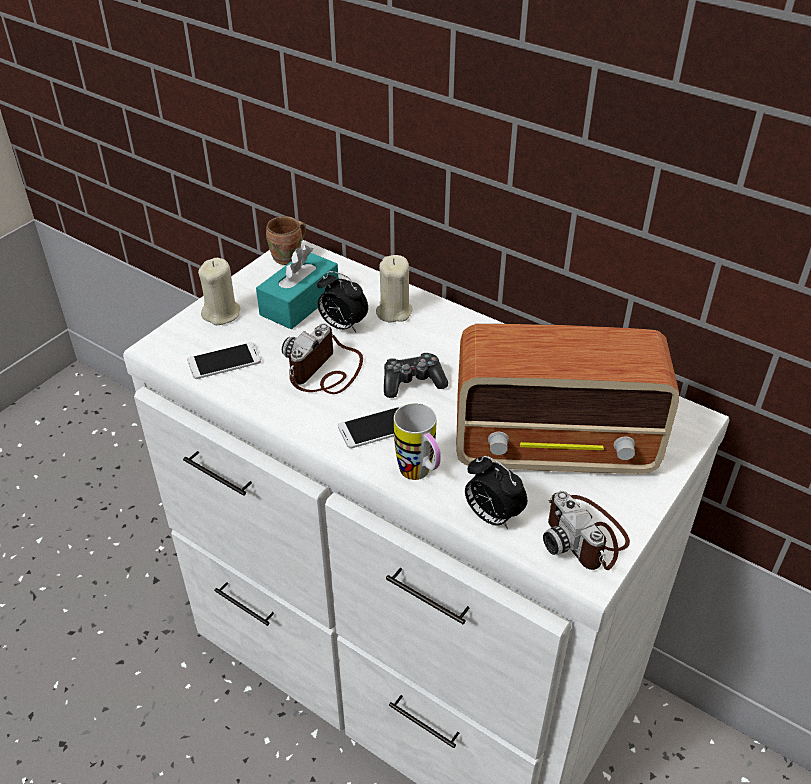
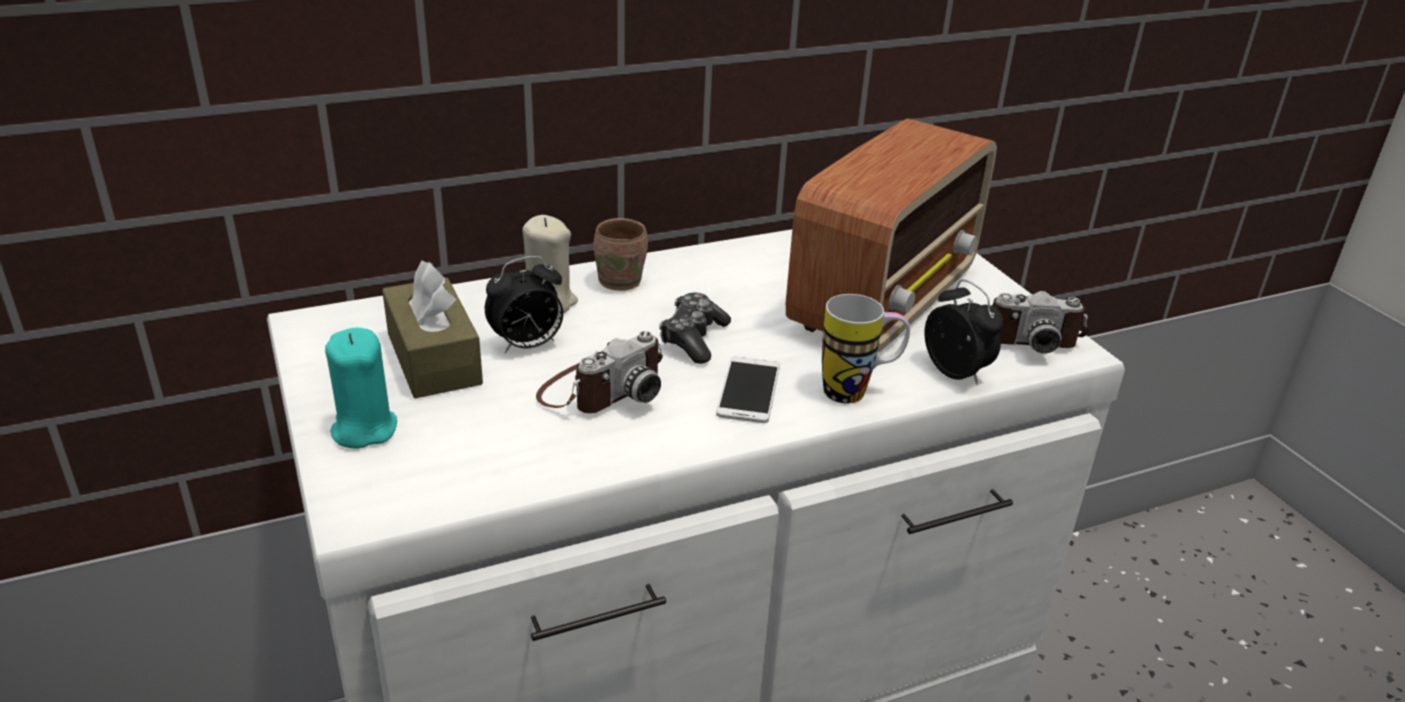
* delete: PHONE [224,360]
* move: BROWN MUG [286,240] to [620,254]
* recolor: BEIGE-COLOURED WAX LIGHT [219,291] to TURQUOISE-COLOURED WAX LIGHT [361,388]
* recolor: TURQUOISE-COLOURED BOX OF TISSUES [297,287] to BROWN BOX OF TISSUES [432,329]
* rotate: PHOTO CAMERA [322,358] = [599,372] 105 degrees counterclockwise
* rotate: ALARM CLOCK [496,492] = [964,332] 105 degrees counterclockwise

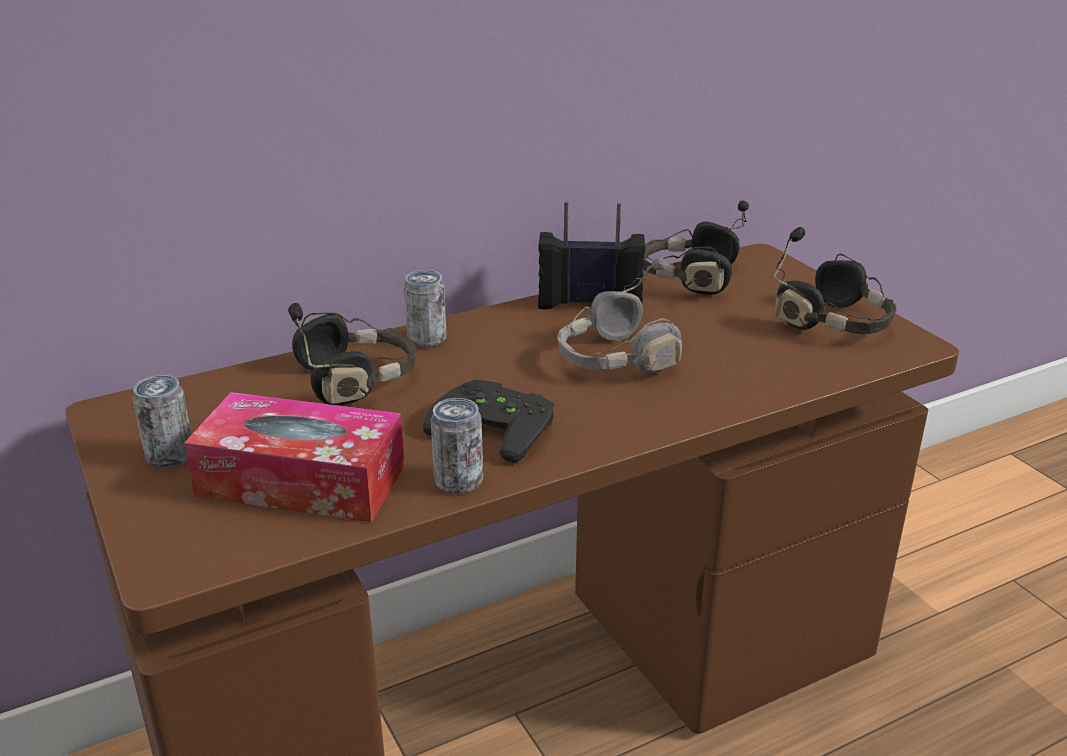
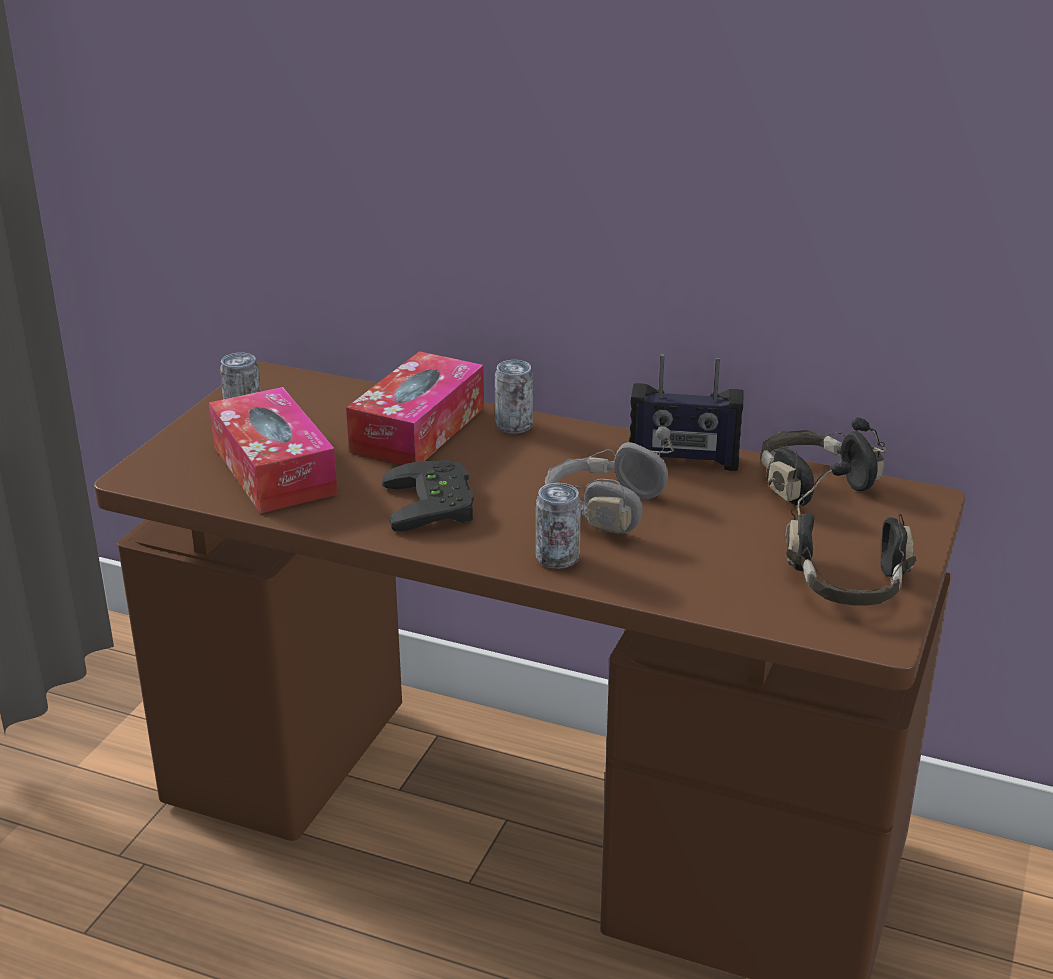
* move: METAL CAN [457,446] to [558,526]
* replace: BLACK PAIR OF HEADPHONES [352,354] to BOX OF TISSUES [415,408]
* rotate: RADIO RECEIVER [591,255] = [686,412] 135 degrees clockwise

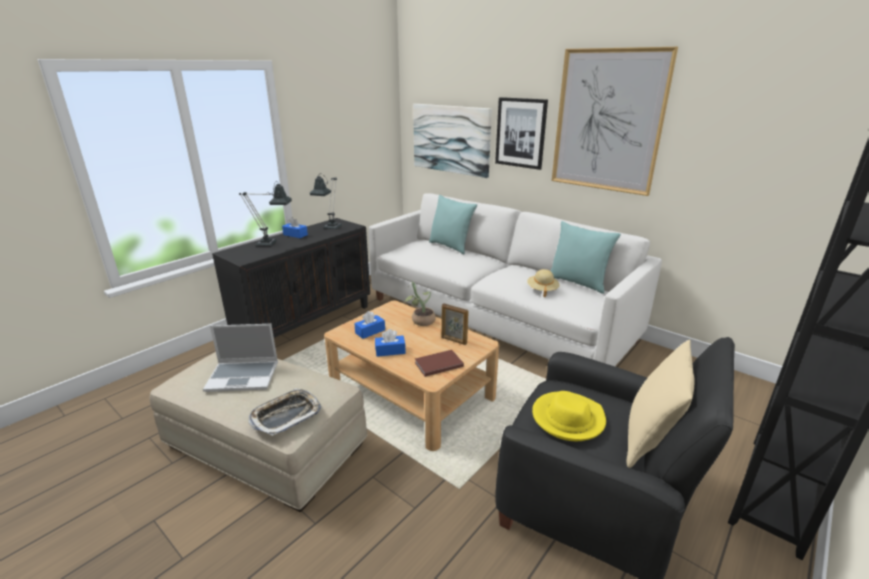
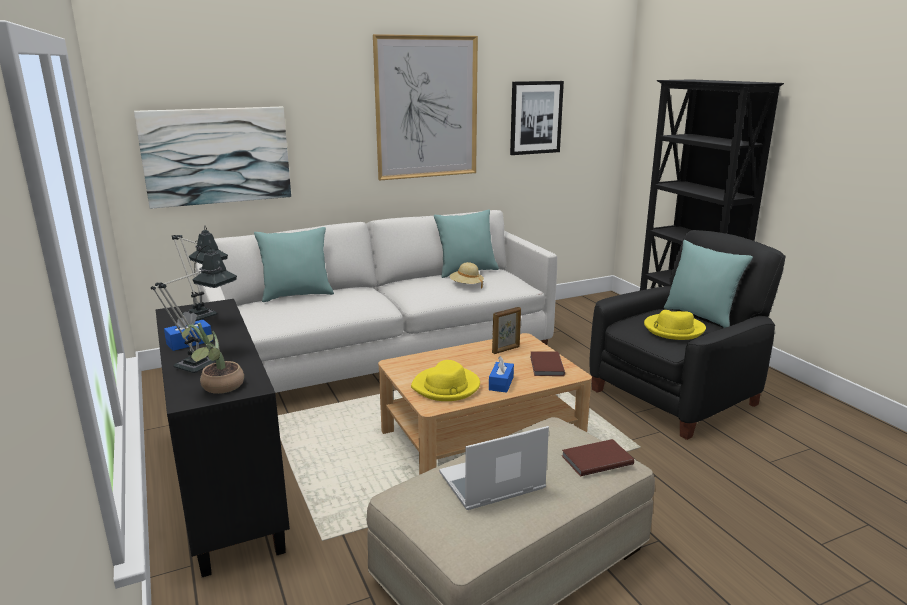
* move: POTTED PLANT [419,304] to [213,358]
* move: WALL PICTURE [521,133] to [537,118]
* replace: TRAY [285,412] to BROWN BOOK [598,457]
* replace: BLUE BOX OF TISSUES [369,325] to YELLOWISH WEARABLE HAT [445,380]
* recolor: BEIGE-COLOURED THROW PILLOW [660,404] to TURQUOISE-COLOURED THROW PILLOW [708,284]
* rotate: PORTABLE COMPUTER [240,358] = [494,468] 135 degrees counterclockwise

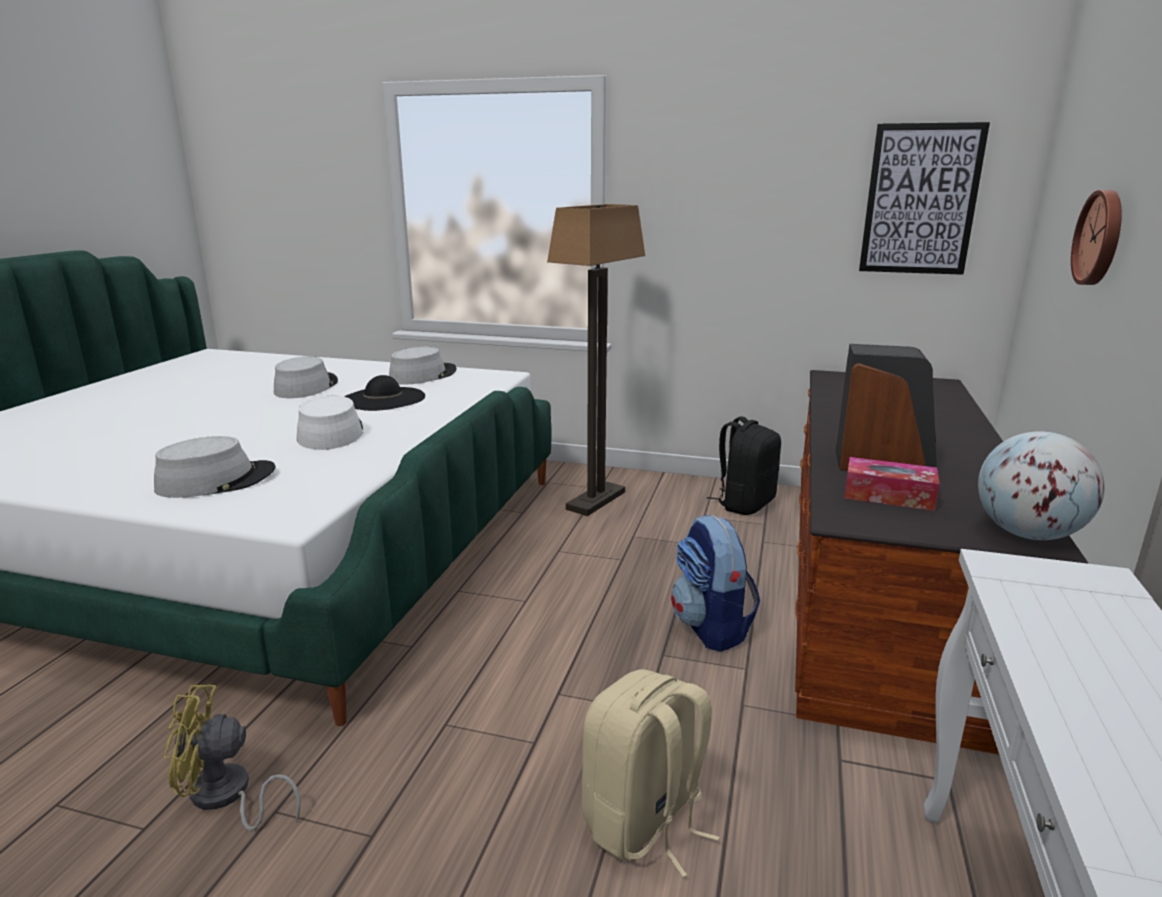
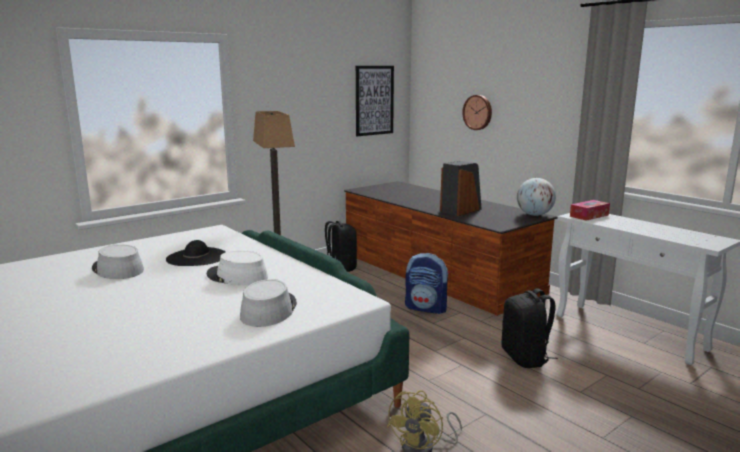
* delete: GREY WEARABLE HAT [423,365]
* move: BOX OF TISSUES [892,484] to [590,210]
* recolor: BEIGE-COLOURED BACKPACK [651,773] to BLACK BACKPACK [530,328]

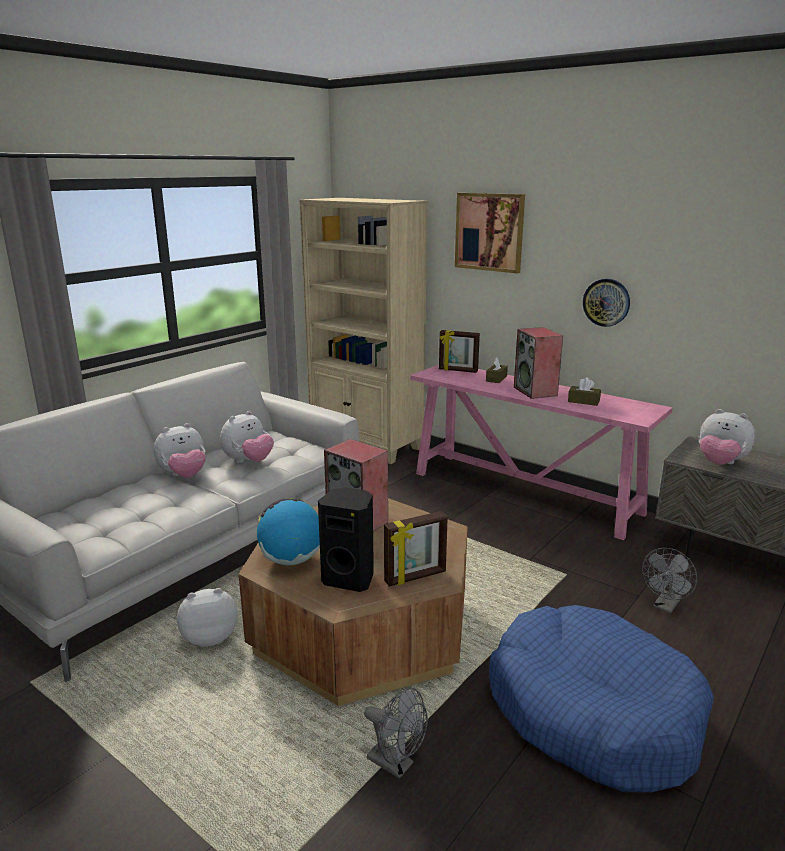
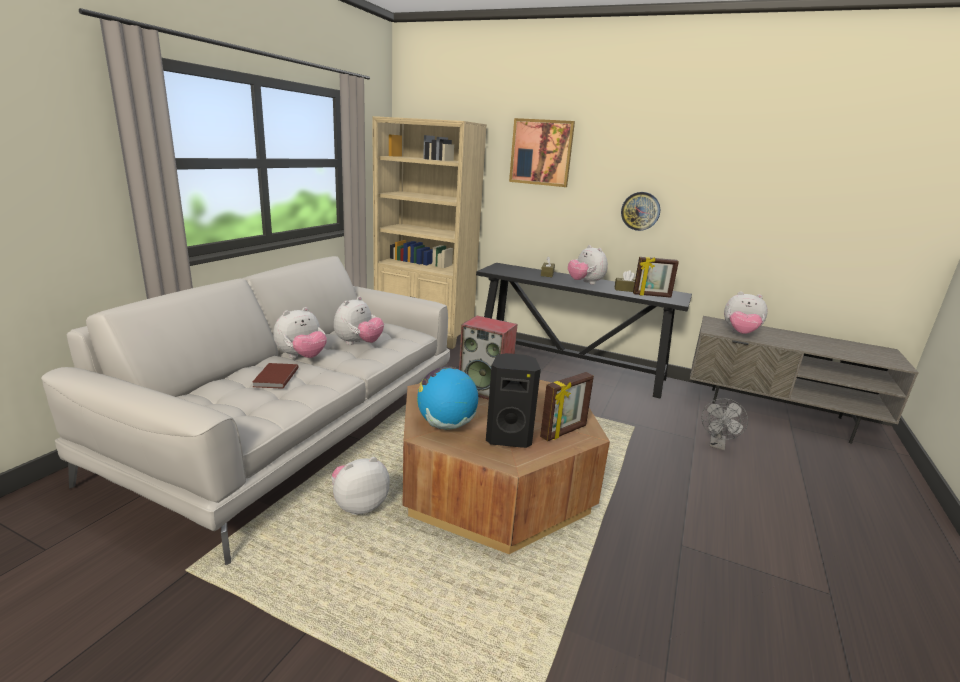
* delete: GREY ELECTRIC FAN [396,733]
* delete: BLUE DOG CUSHION [601,698]
* insert: BROWN BOOK [275,376]
* move: PHOTO FRAME [459,351] to [656,277]
* replace: SPEAKER [538,363] to CUDDLY TOY [588,265]
* recolor: PINKISH NARROW TABLE [541,452] to BLACK NARROW TABLE [584,331]

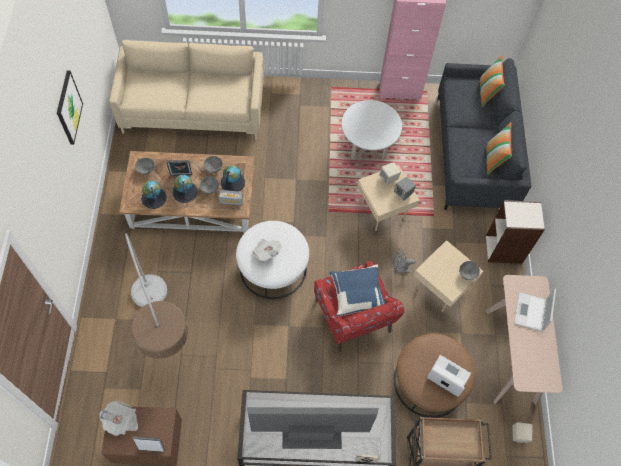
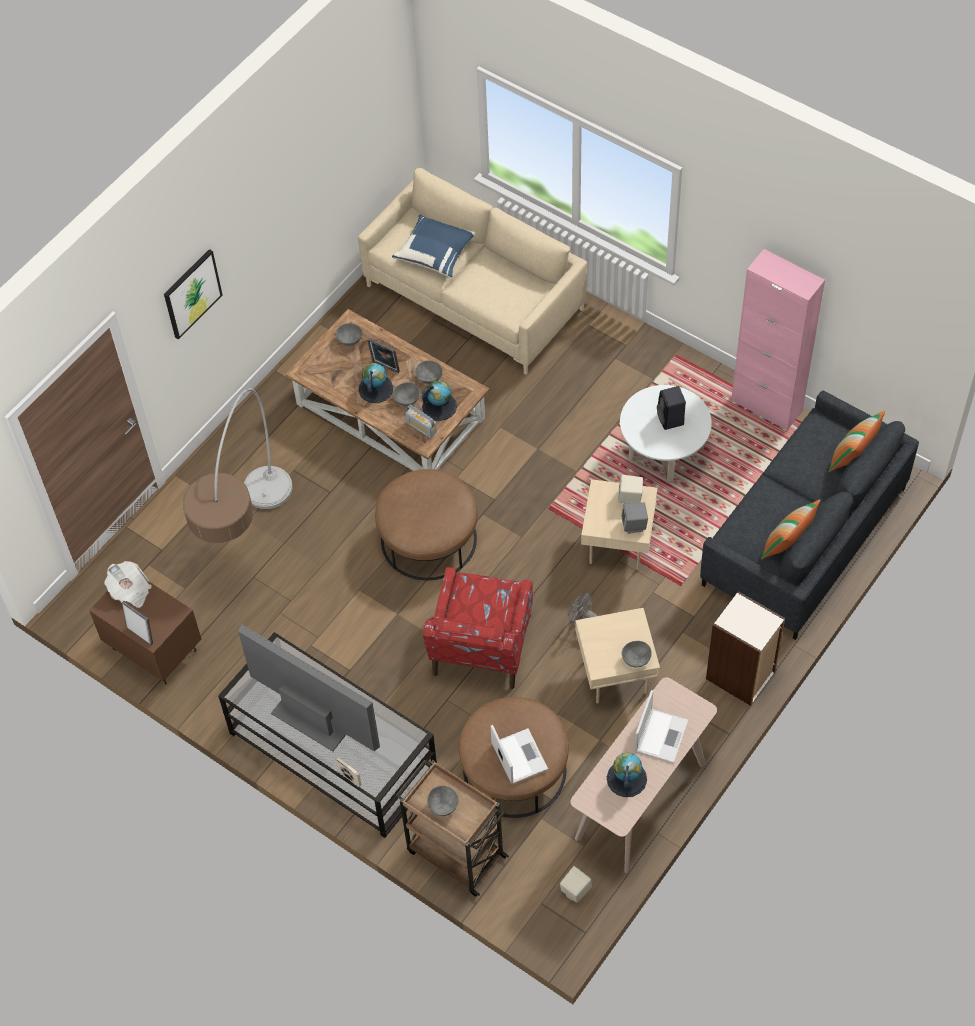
* delete: NEWSPAPER [267,250]
* insert: GREY DEEP DISH [443,801]
* insert: BLACK SPEAKER [671,408]
* move: WALL PICTURE [70,107] to [193,294]
* move: WORLD GLOBE [154,195] to [627,774]
* move: BLUE THROW PILLOW [358,291] to [434,246]
* recolor: WHITE-COLOURED FOOTREST [272,260] to BROWN FOOTREST [426,524]
* rotate: PORTABLE COMPUTER [535,310] = [662,726] 150 degrees clockwise

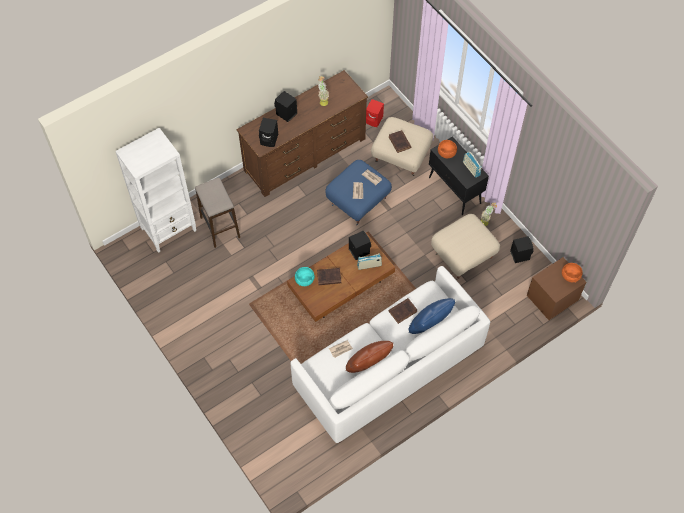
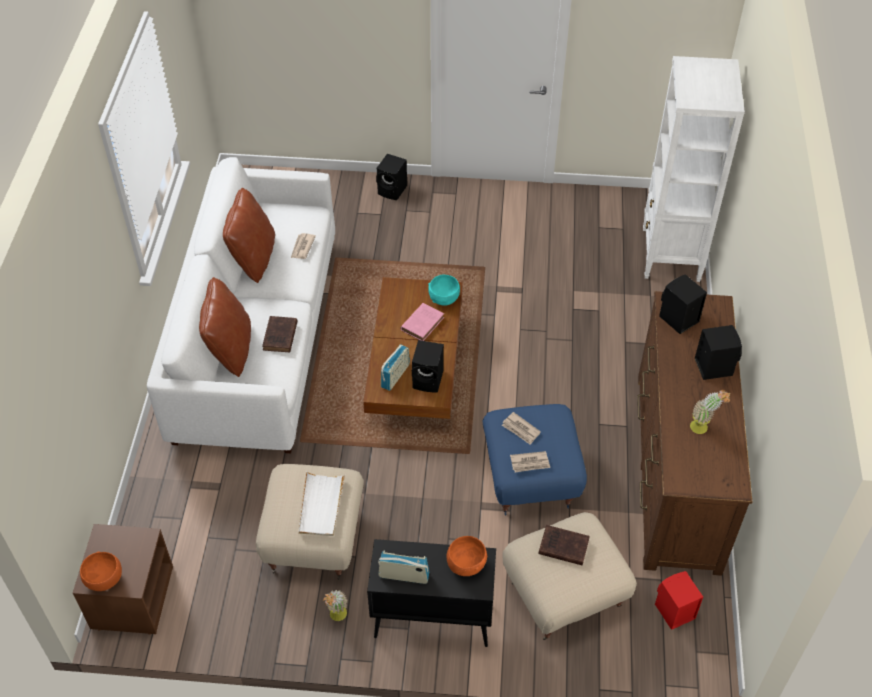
* delete: STOOL SEAT [217,213]
* insert: WHITE-COLOURED TRAY [322,504]
* move: BLACK SPEAKER [522,249] to [391,177]
* recolor: BROWN BOOK [329,276] to PINKISH BOOK [422,322]
* recolor: BLUE THROW PILLOW [432,316] to BROWN THROW PILLOW [225,327]

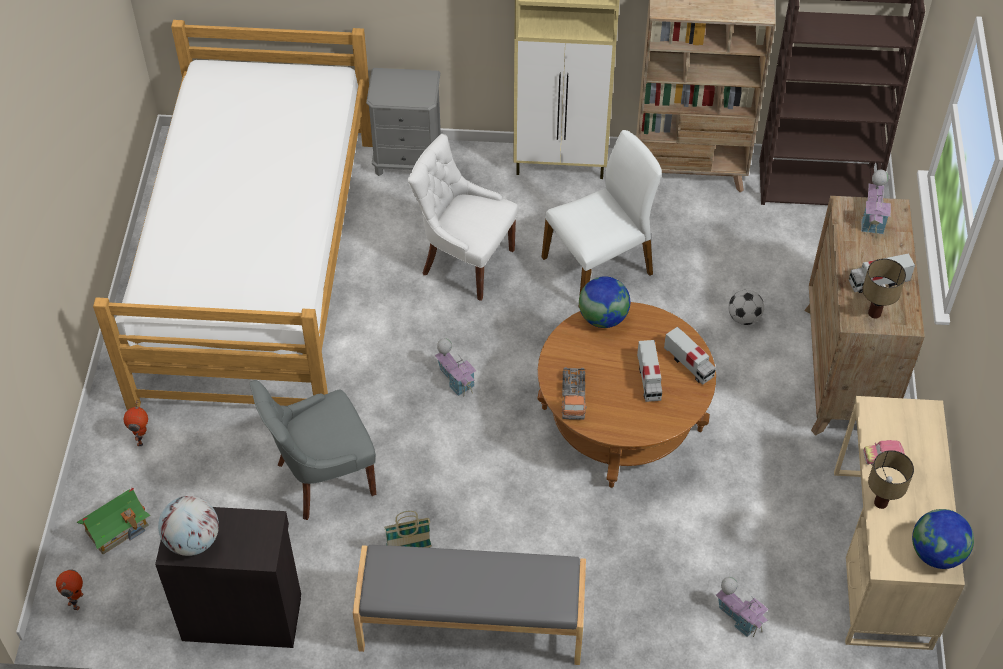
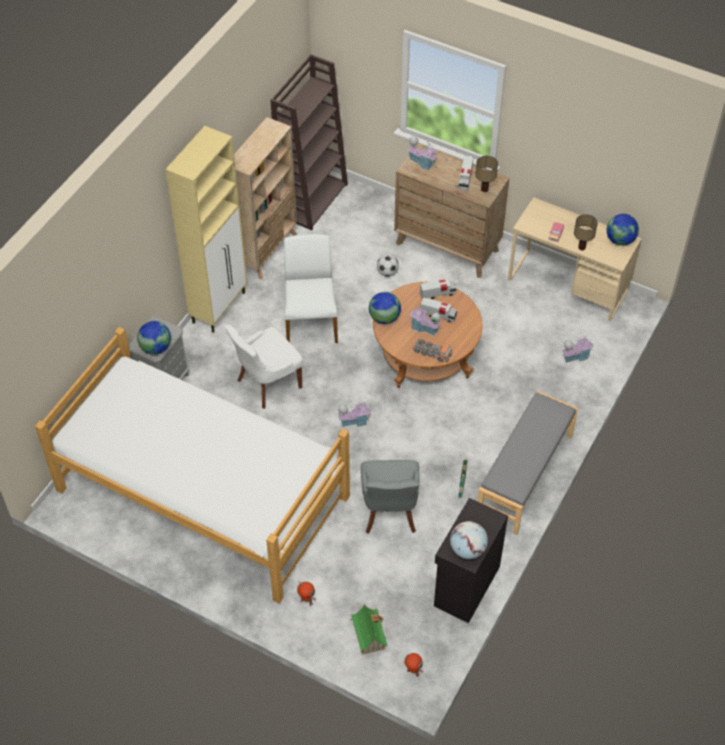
* insert: WORLD GLOBE [154,338]
* insert: TOY HOUSE [425,320]

